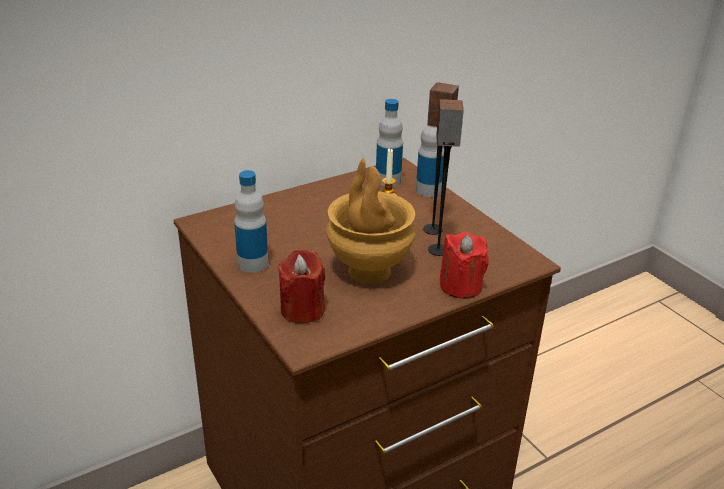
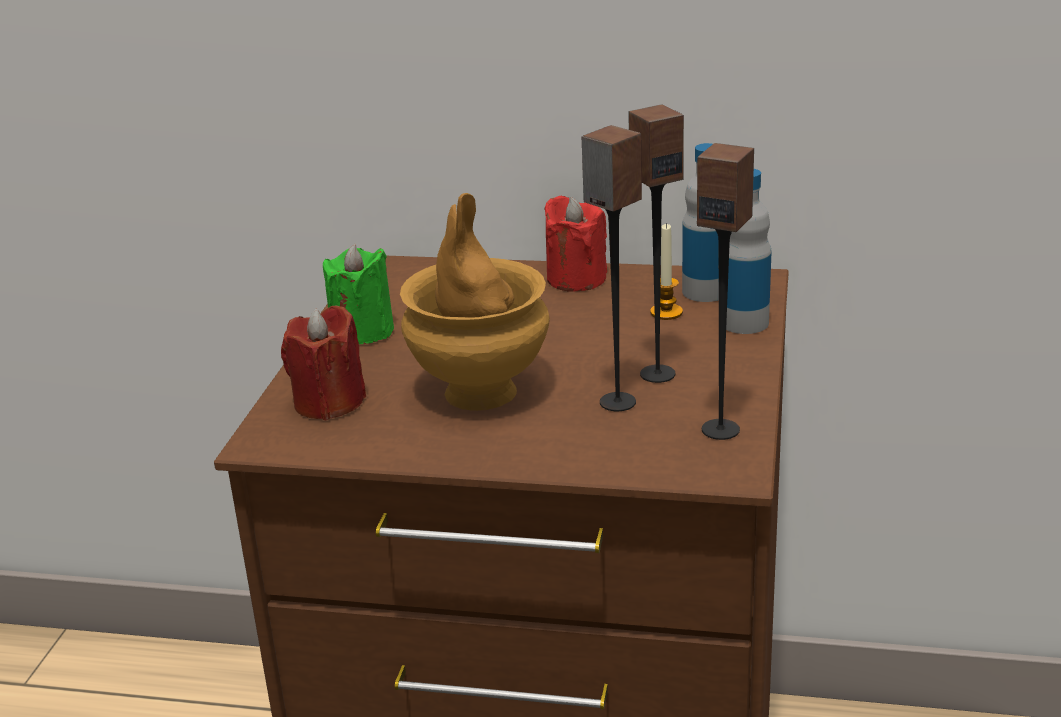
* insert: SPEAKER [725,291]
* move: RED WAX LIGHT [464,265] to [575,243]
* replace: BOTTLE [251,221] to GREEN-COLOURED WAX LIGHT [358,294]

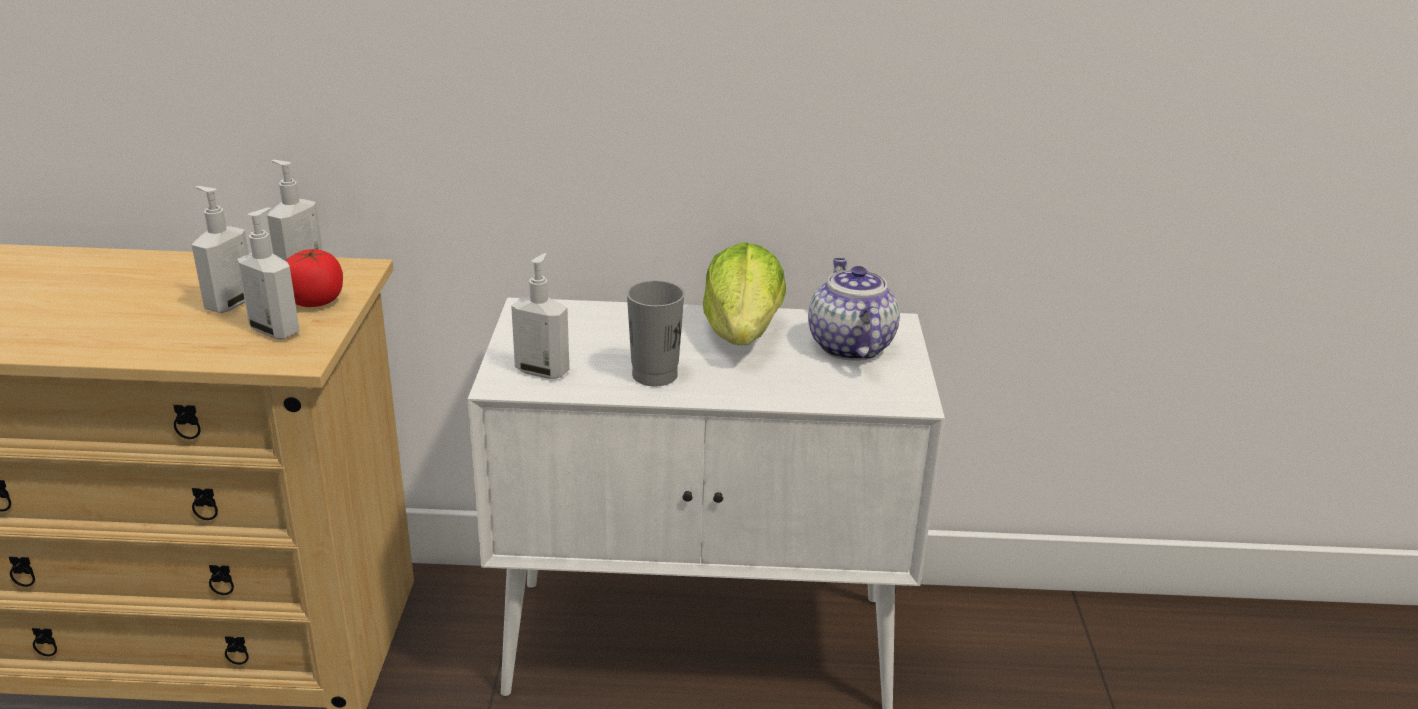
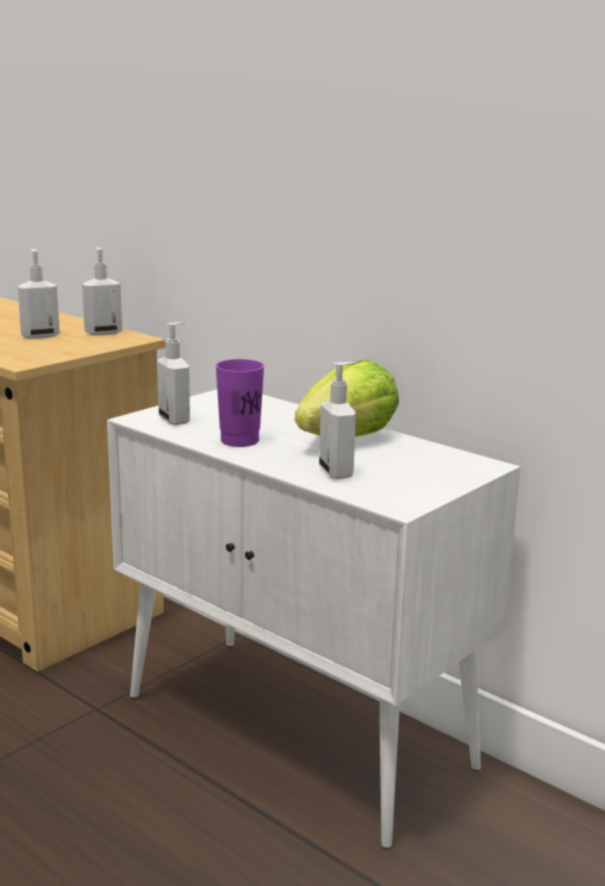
* delete: FRESH TOMATO [314,278]
* delete: TEAPOT [854,309]
* move: SOAP BOTTLE [268,273] to [337,420]
* recolor: GREY SMALL CUP [655,333] to PURPLE SMALL CUP [239,403]

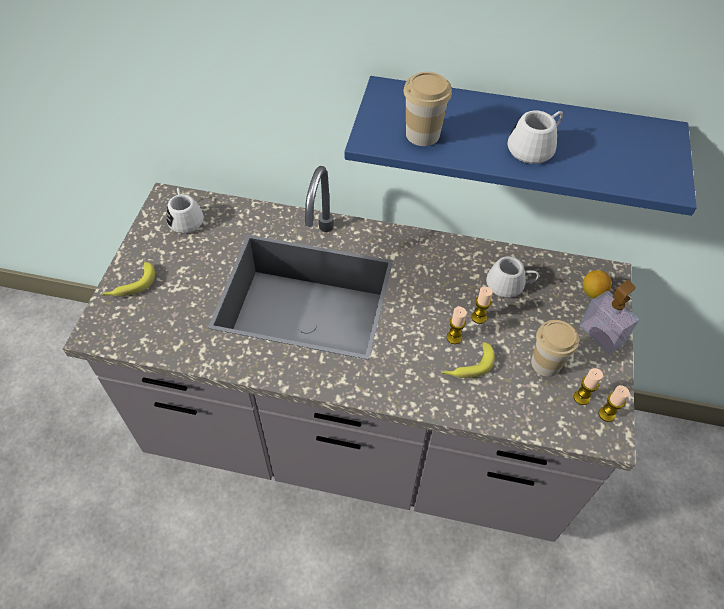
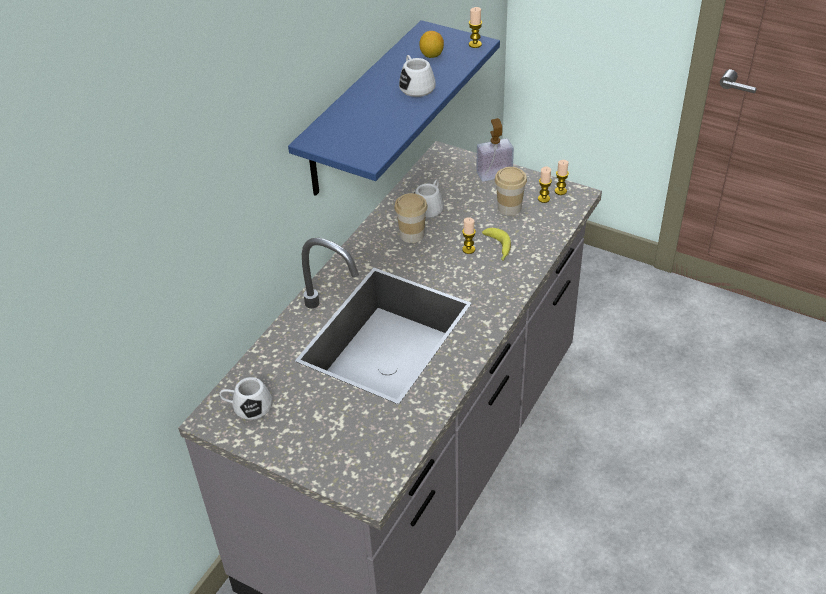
* delete: BANANA [128,279]
* move: SMALL CUP [427,109] to [411,218]
* move: WAX LIGHT [482,305] to [475,27]
* move: LEMON [597,284] to [431,44]

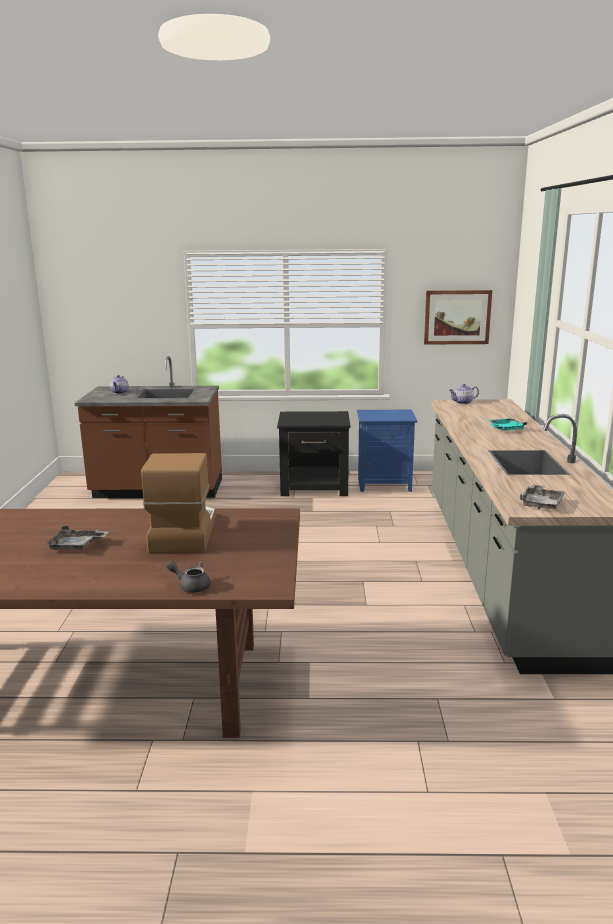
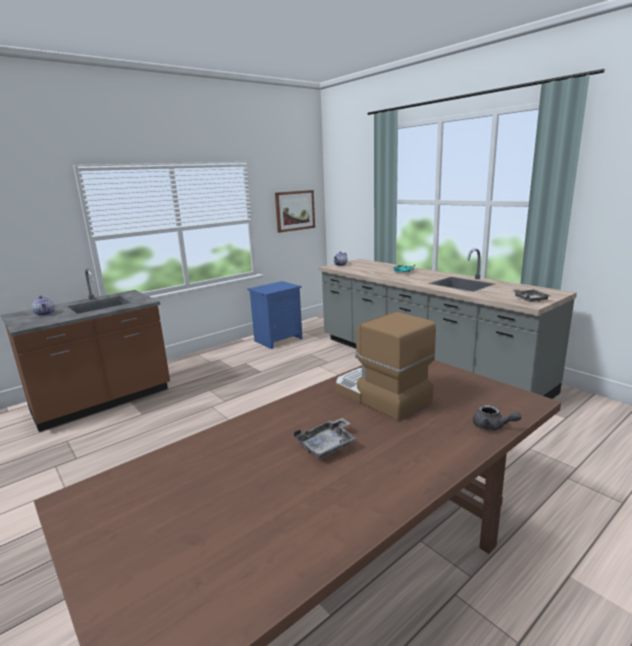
* delete: BLACK NIGHT TABLE [314,453]
* rotate: GREY TEAPOT [188,577] = [497,418] 120 degrees counterclockwise

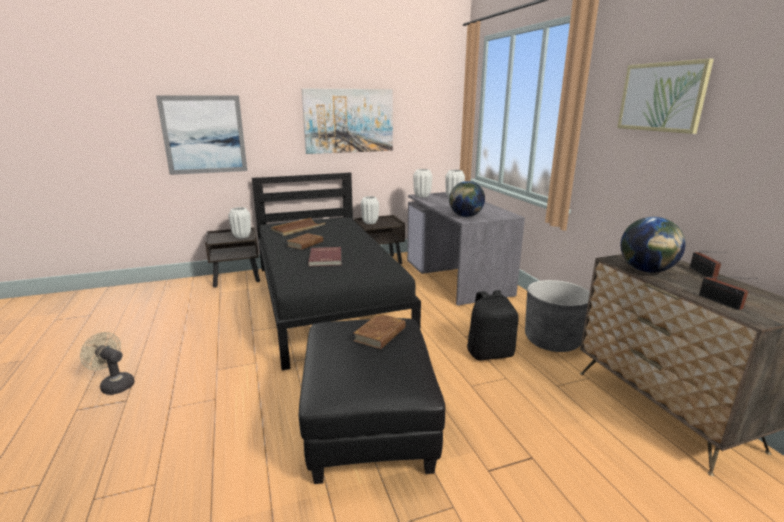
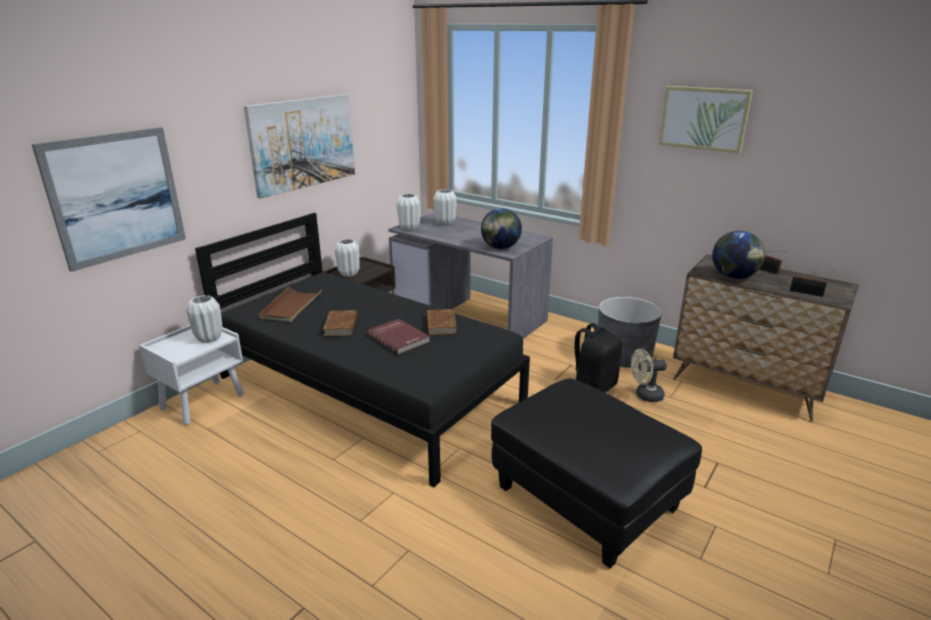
* move: BEIGE-COLOURED ELECTRIC FAN [107,363] to [649,375]
* move: BROWN BOOK [380,331] to [442,322]
* recolor: BROWN NIGHT TABLE [232,257] to WHITE-COLOURED NIGHT TABLE [191,375]

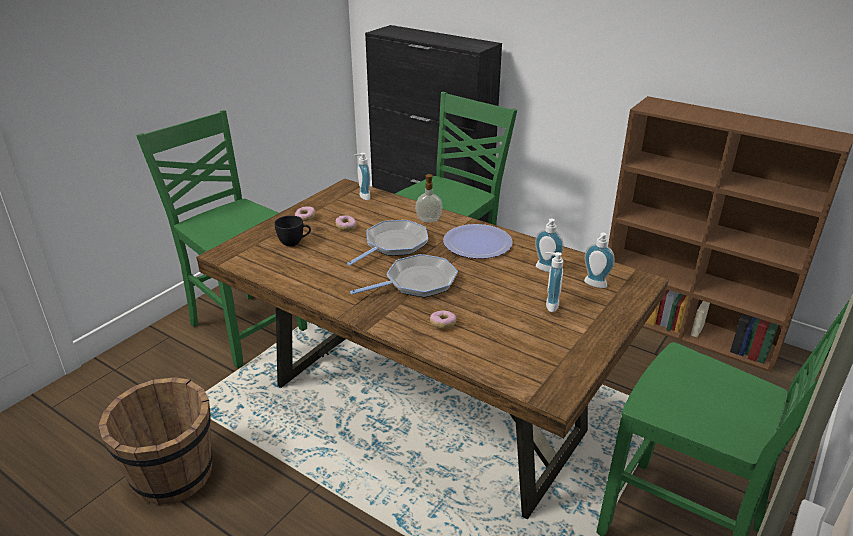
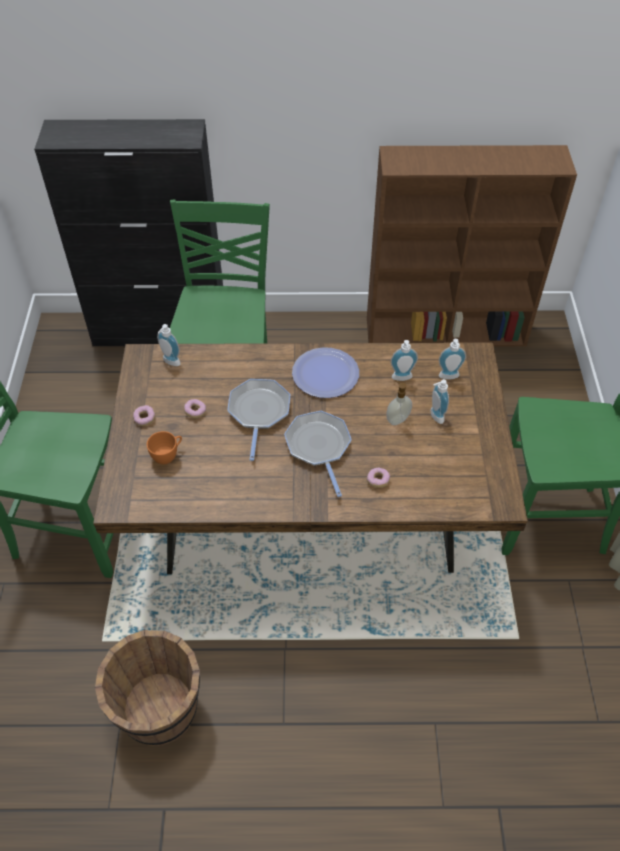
* move: SOAP BOTTLE [429,198] to [399,402]
* recolor: BLACK SMALL CUP [292,230] to ORANGEY SMALL CUP [164,447]
* rotate: FRYING PAN [404,276] = [318,454] 45 degrees counterclockwise

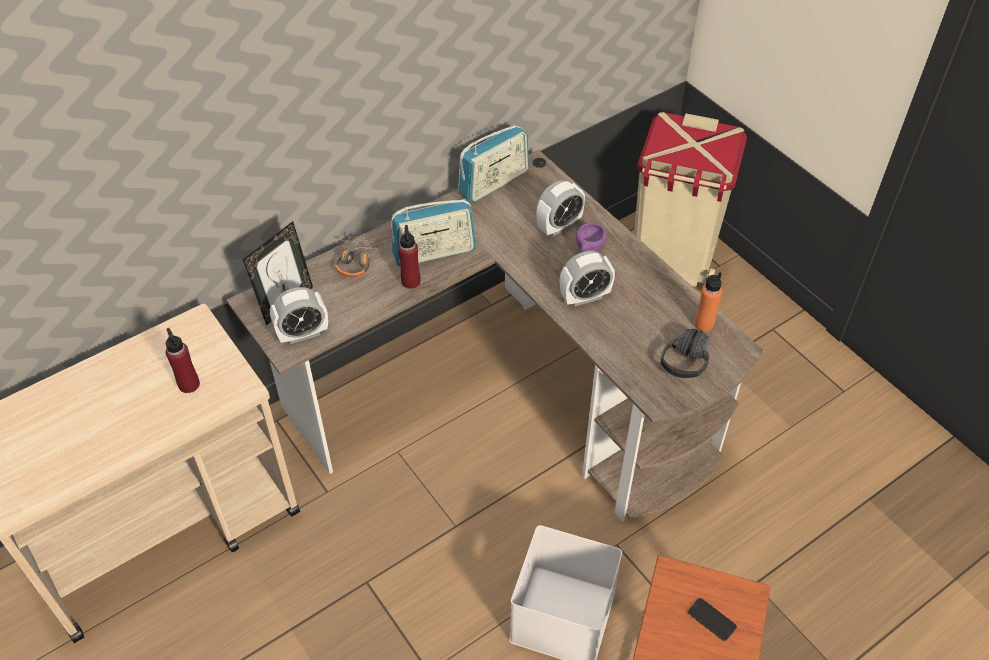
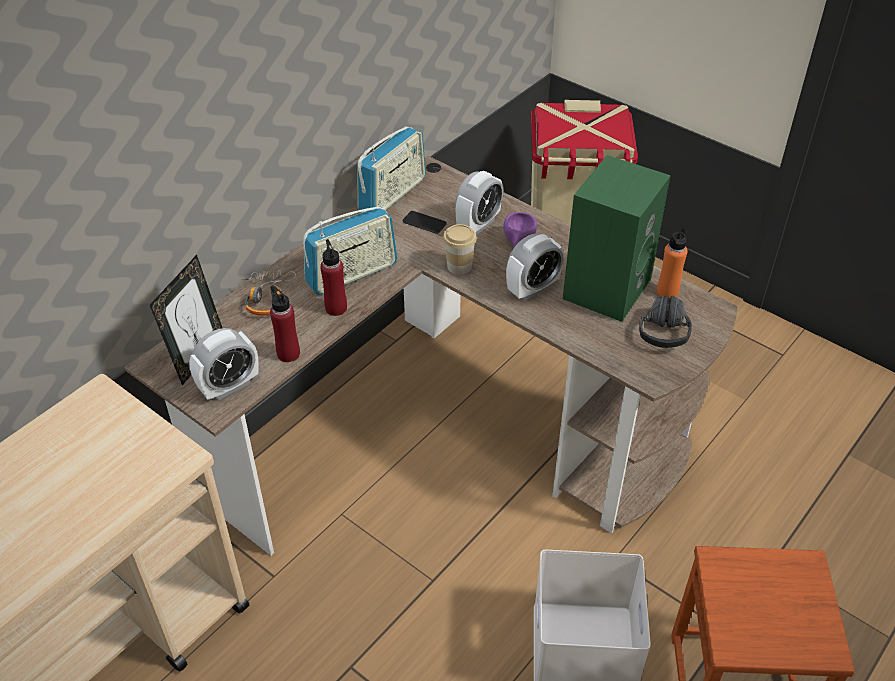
* insert: SMALL CUP [460,249]
* insert: GREEN-COLOURED SPEAKER [617,238]
* move: RED BOTTLE [183,360] to [285,324]
* move: PHONE [712,619] to [424,222]

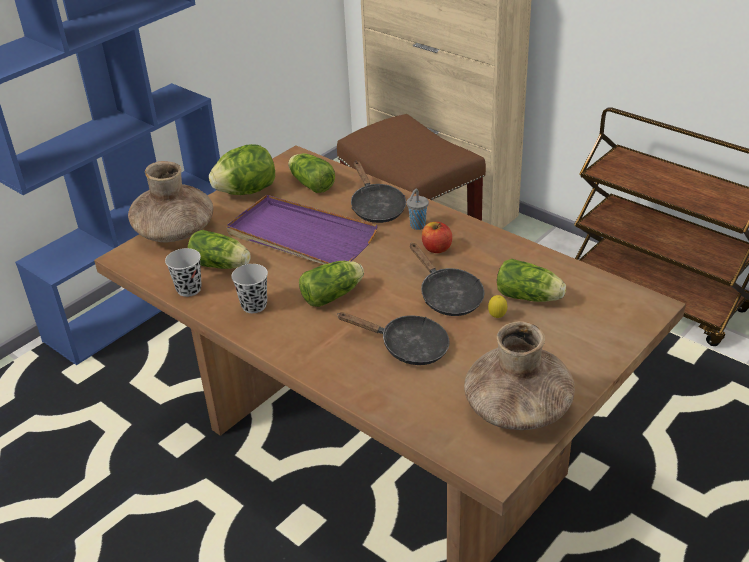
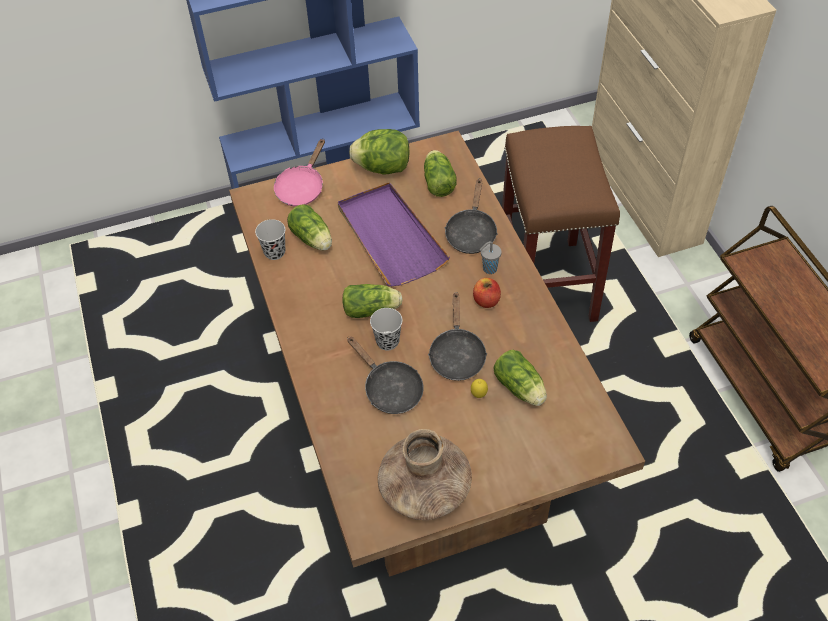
* move: BLACK SMALL CUP [249,288] to [386,329]
* replace: BROWN DECORATIVE VASE [170,201] to PINKISH FRYING PAN [299,173]

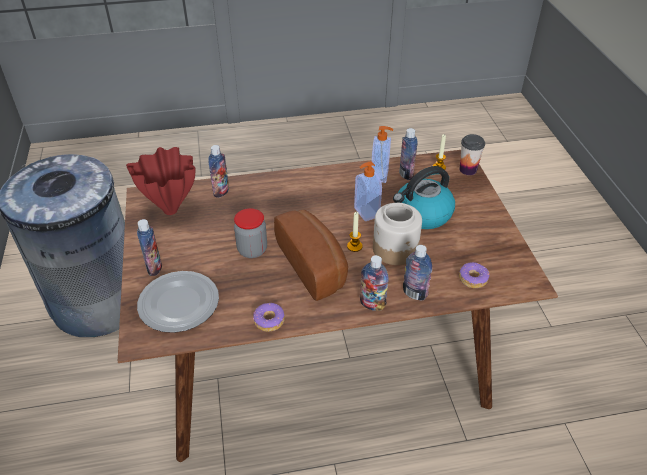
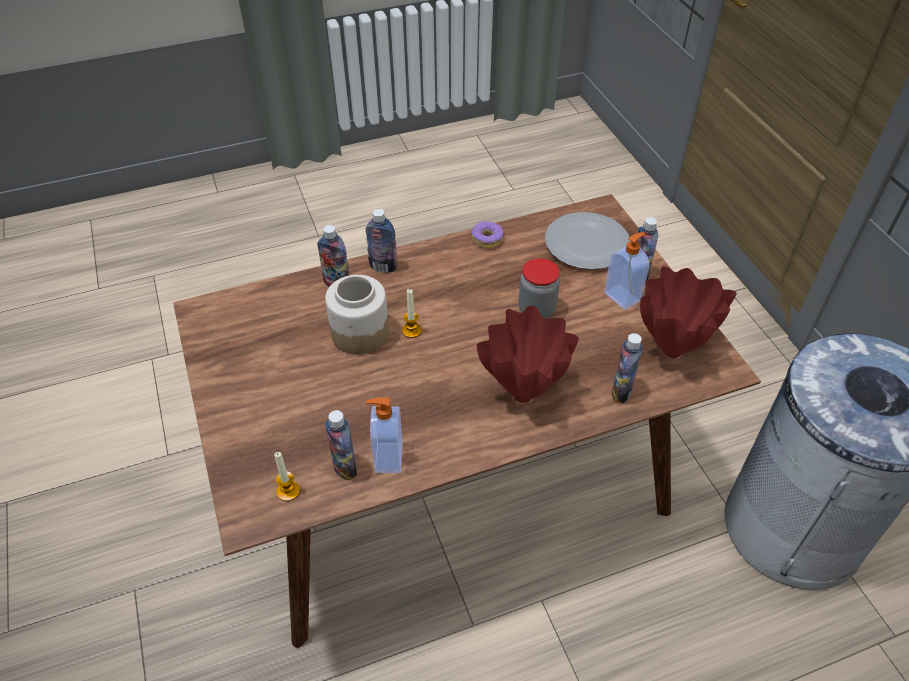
* delete: BREAD [311,255]
* delete: TEA KETTLE [424,197]
* delete: DOUGHNUT [474,275]
* delete: SMALL CUP [472,154]
* insert: RED DECORATIVE VASE [527,354]
* move: SOAP BOTTLE [368,191] to [626,271]

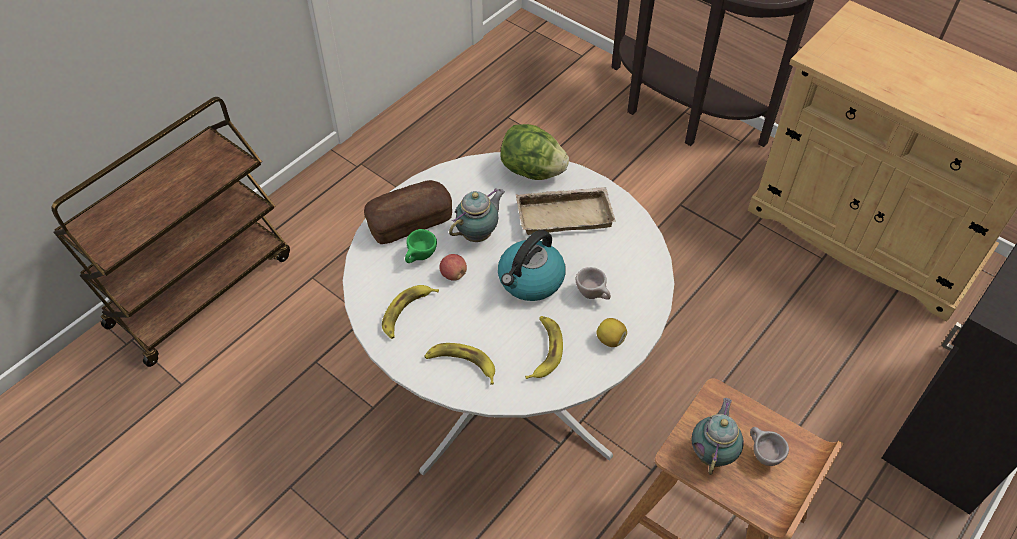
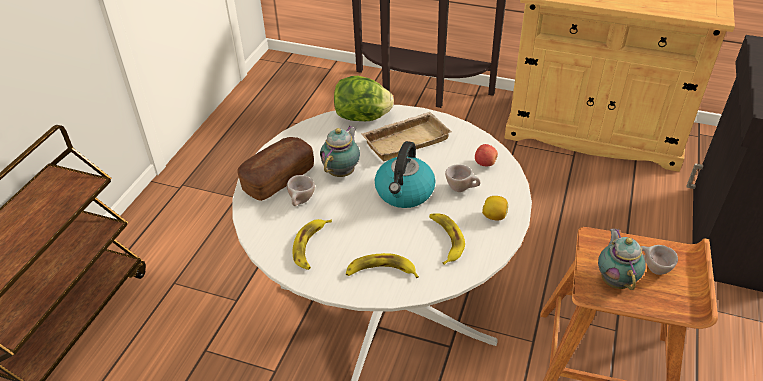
* move: WHOLE APPLE [453,267] to [486,155]
* recolor: GREEN-COLOURED SMALL CUP [421,246] to BEIGE-COLOURED SMALL CUP [301,190]

